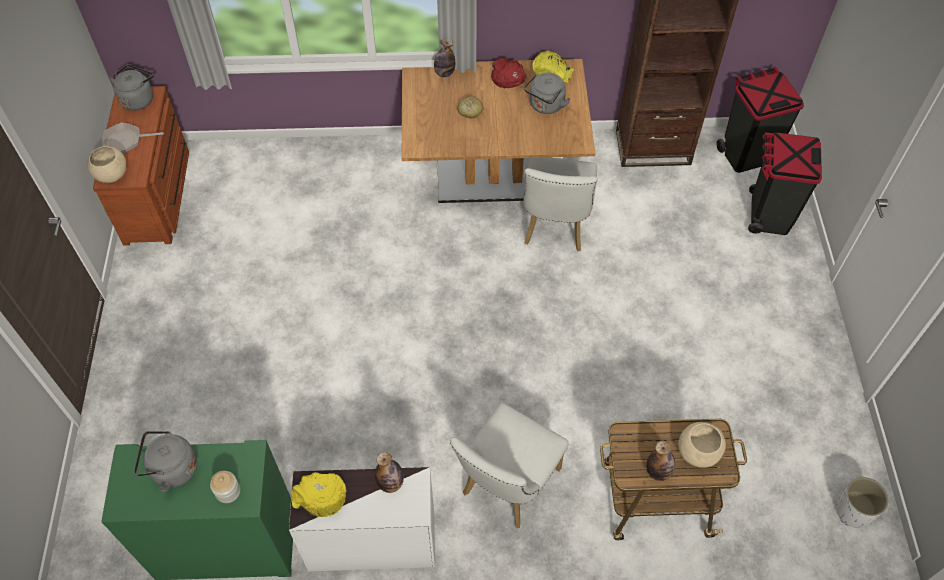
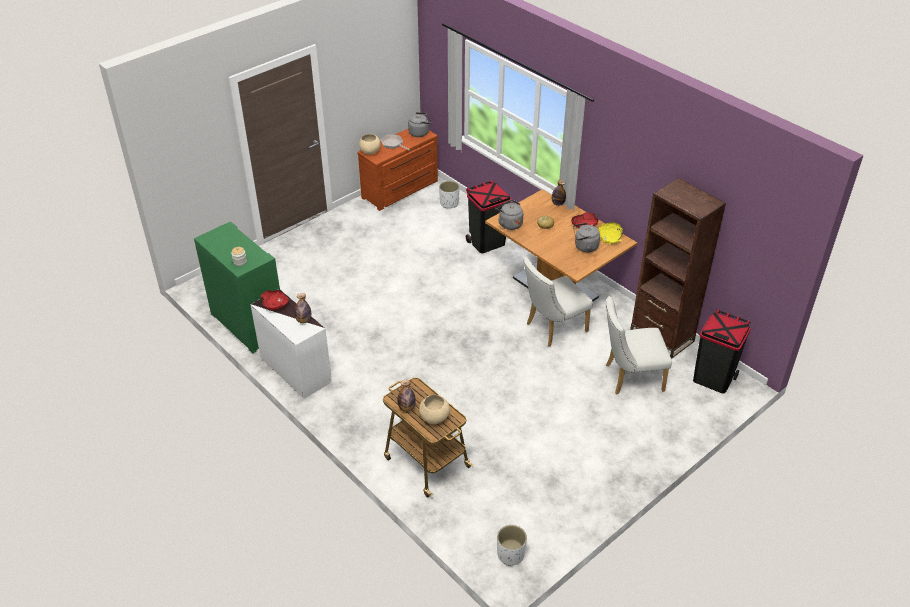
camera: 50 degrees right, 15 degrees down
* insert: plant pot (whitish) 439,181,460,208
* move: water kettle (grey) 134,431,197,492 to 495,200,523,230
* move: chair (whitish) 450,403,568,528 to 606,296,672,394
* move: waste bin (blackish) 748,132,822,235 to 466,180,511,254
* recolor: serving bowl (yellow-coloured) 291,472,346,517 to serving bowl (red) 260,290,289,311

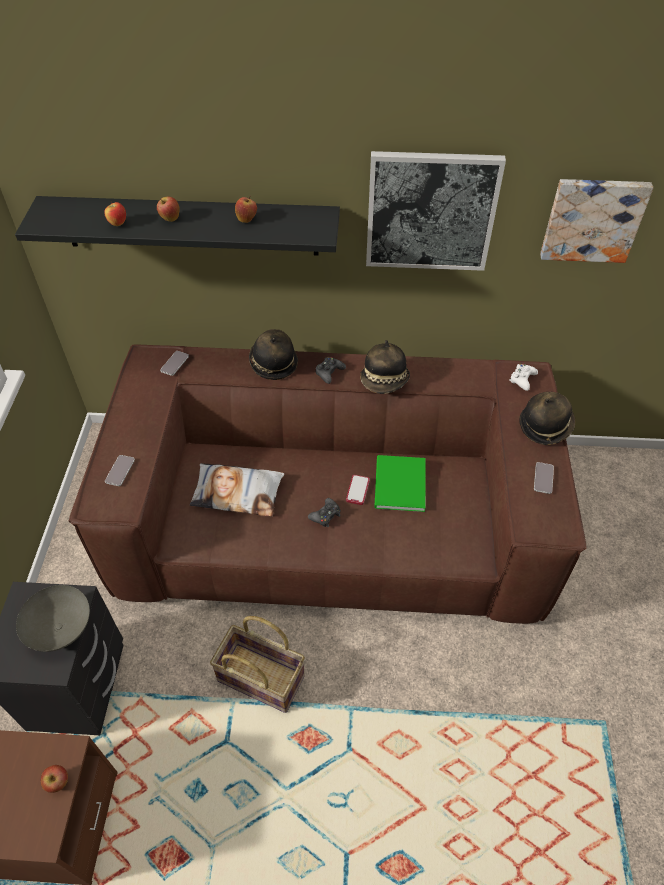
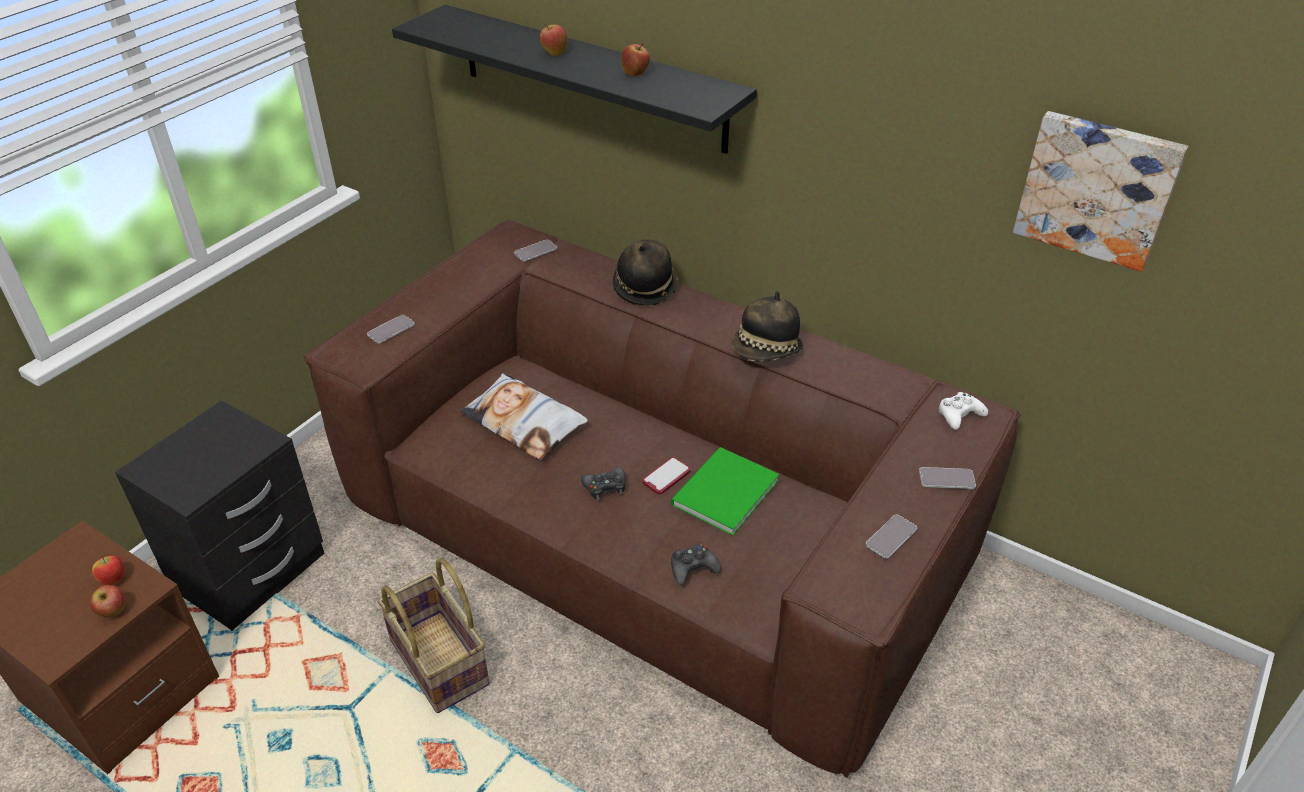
camera: 30 degrees right, 10 degrees down
* delete: serving bowl (grey) 16,585,90,652
* delete: picture 366,151,506,271
* move: apple 104,201,126,226 to 92,555,124,585
* move: gamepad (blackish) 315,357,346,384 to 671,544,721,585
* replace: wearable hat 519,392,575,445 to phone 919,467,976,489

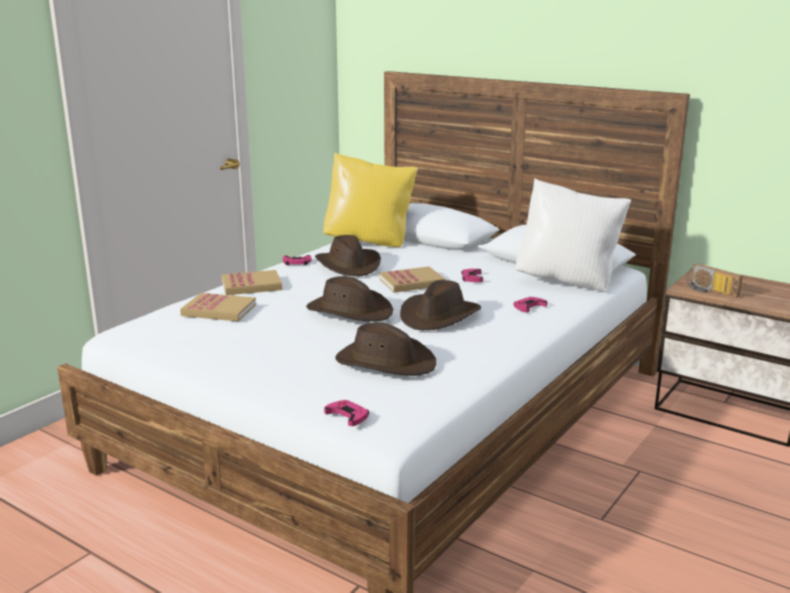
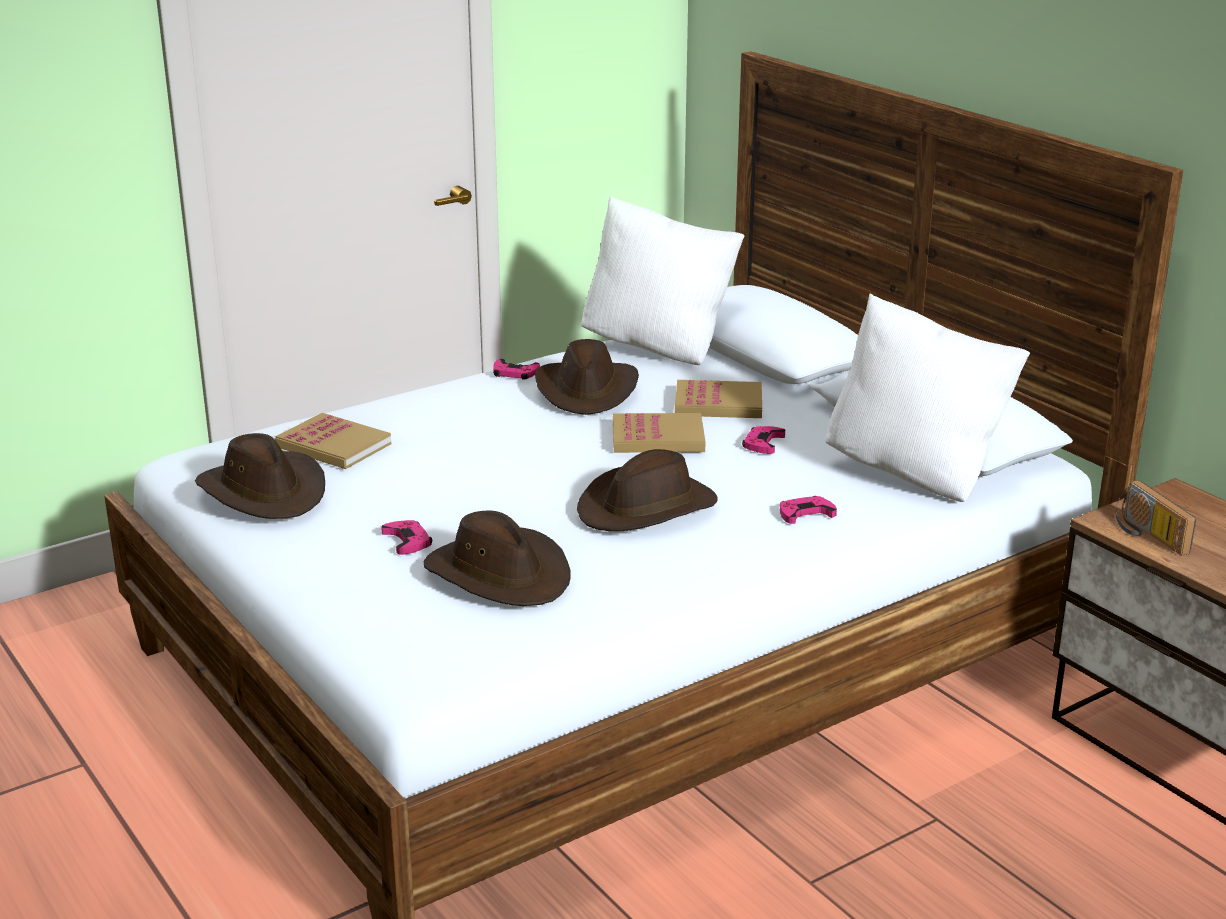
camera: 20 degrees right, 5 degrees up
* move: book 222,270,282,295 to 675,380,762,418
* move: wearable hat (brown) 306,276,394,322 to 195,433,325,519
* move: gamepad (pink-coloured) 324,400,369,426 to 381,520,432,555
* recolor: pillow (yellow-coloured) 323,153,418,247 to pillow (whitish) 581,196,744,365

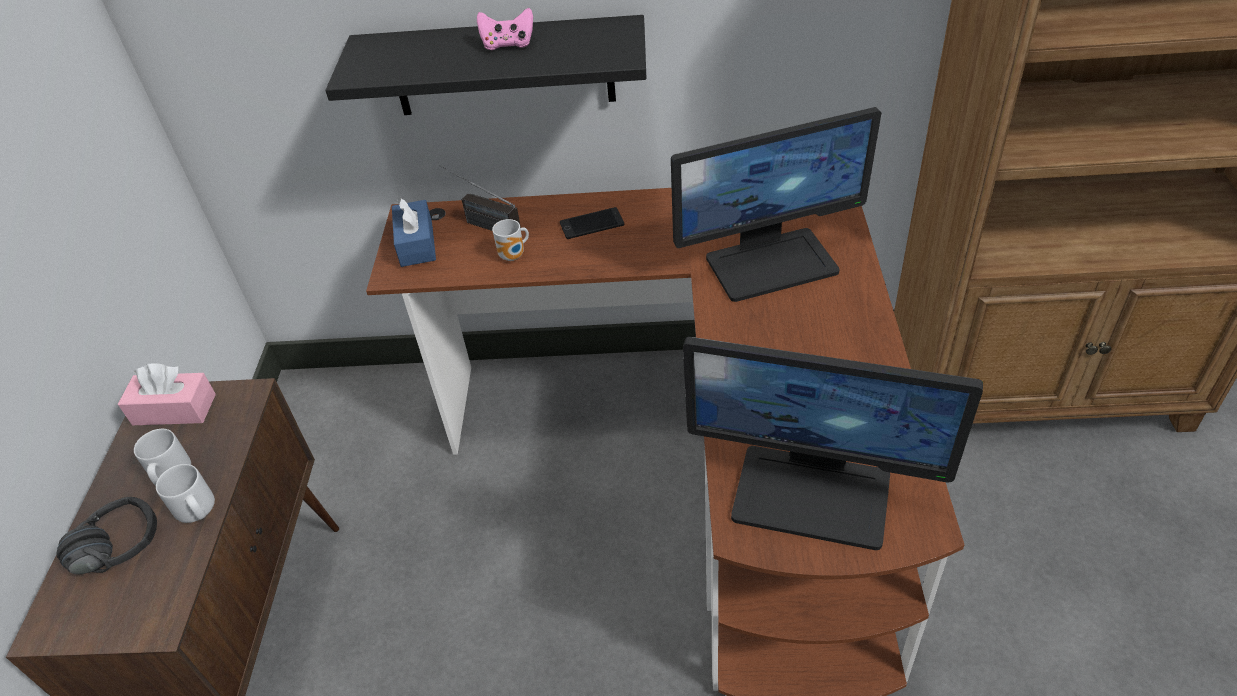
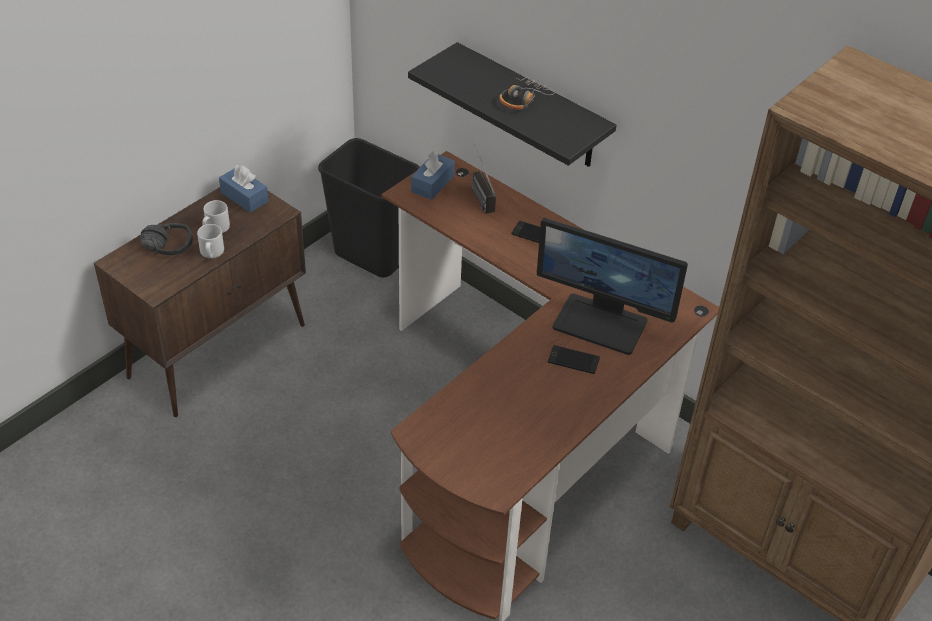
camera: 35 degrees right, 0 degrees up
* delete: tea mug 492,219,529,261
* delete: computer display 683,337,983,550
* insert: waste bin (blackish) 318,138,420,277
* insert: phone 548,345,600,374
* replace: gamepad (pink-coloured) 477,8,533,50 to headset 499,78,555,110
* recolor: tissue holder (pink-coloured) 118,363,216,425 to tissue holder (blue) 219,165,269,213

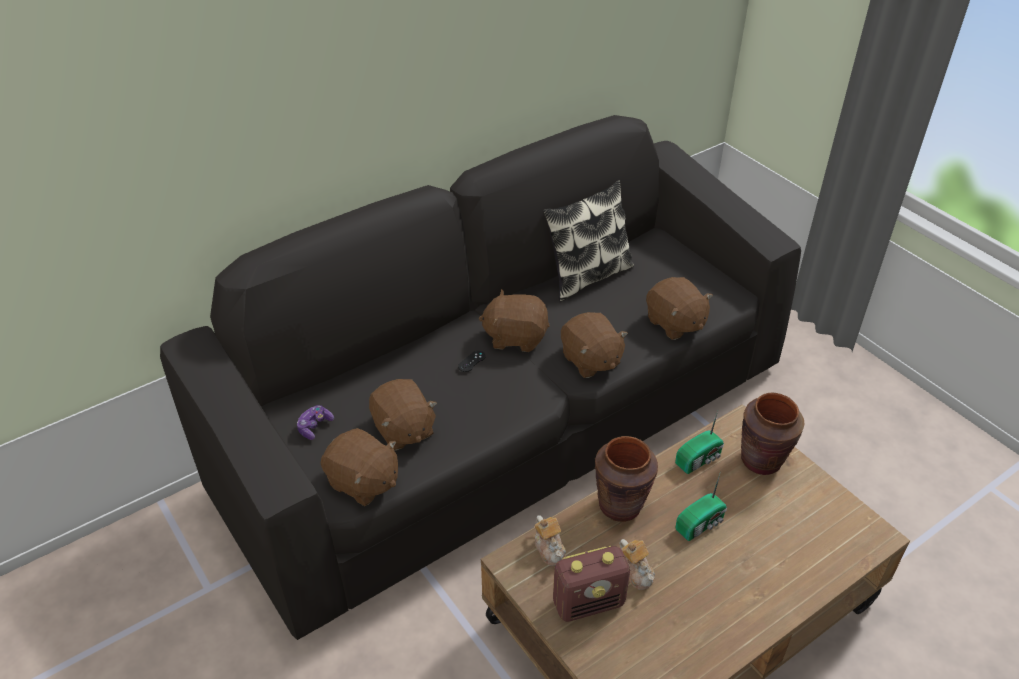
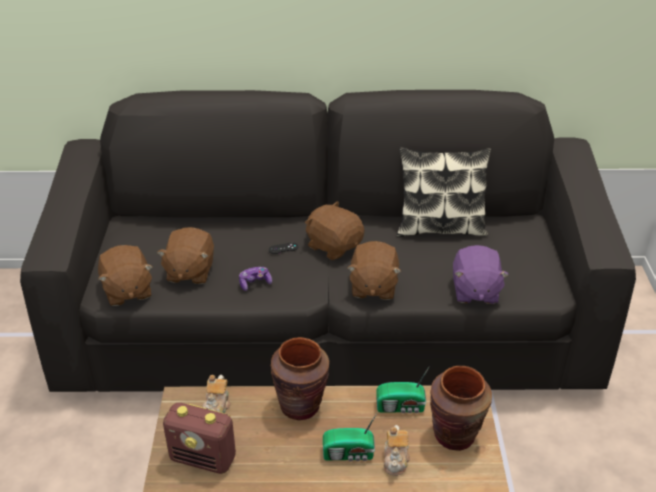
camera: 35 degrees right, 5 degrees down
* move: gamepad 297,405,334,440 to 239,267,272,291
* move: tea pot 619,539,655,590 to 384,425,410,476
* recolor: plush toy (brown) 646,277,713,340 to plush toy (purplish) 453,245,509,304

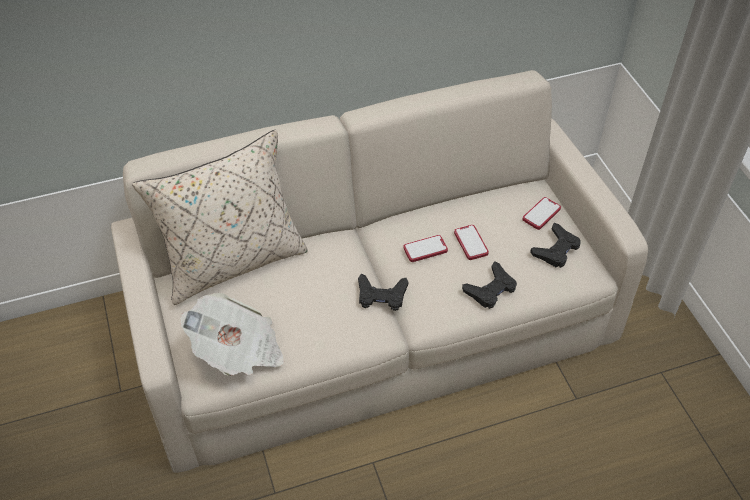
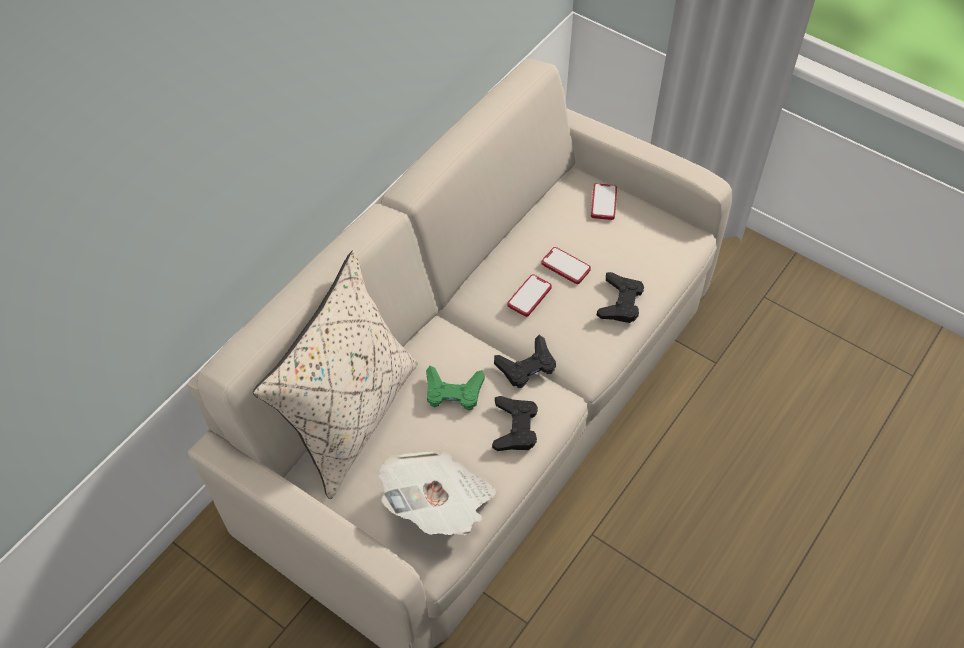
camera: 35 degrees left, 5 degrees up
* insert: gamepad (green-coloured) 426,366,485,411
* move: gamepad (blackish) 530,223,581,268 to 492,396,538,451

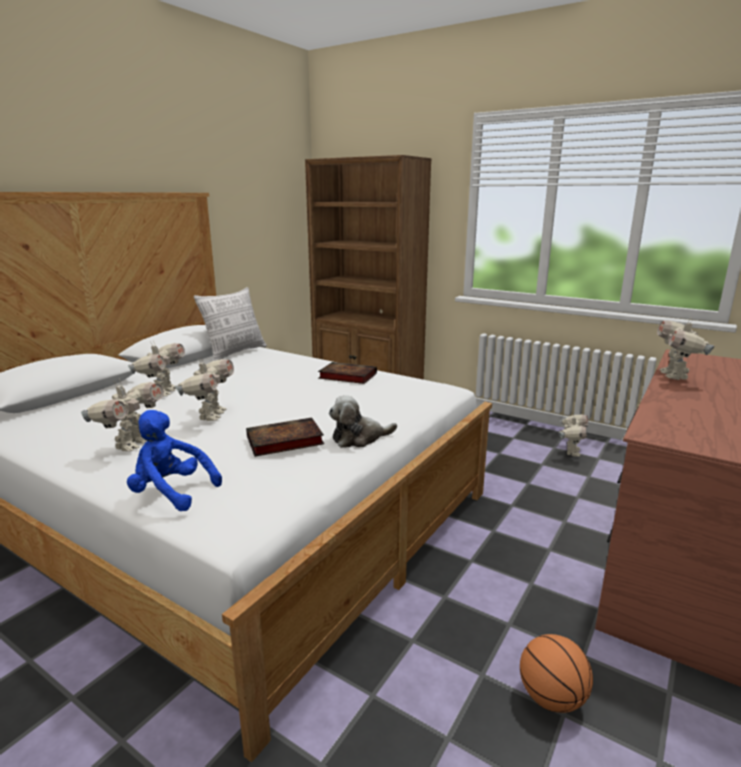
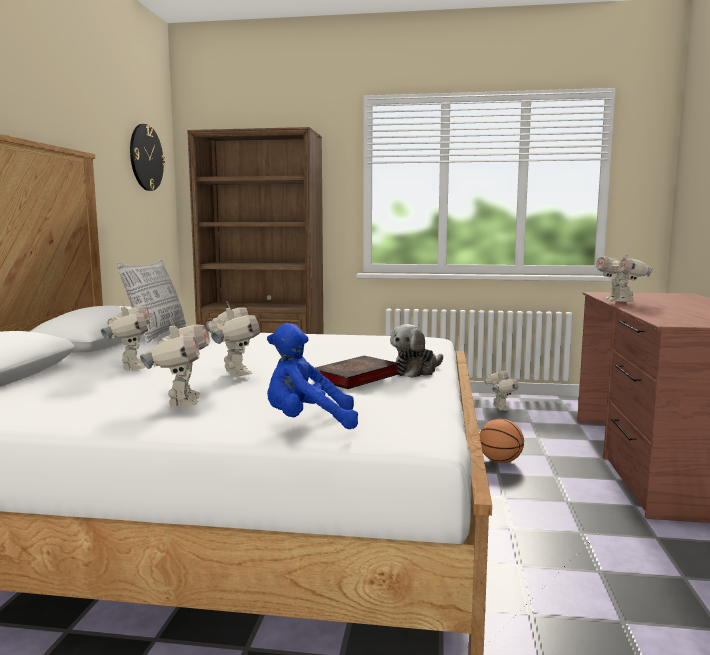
camera: 25 degrees left, 10 degrees down
* delete: book 318,362,377,384
* insert: hanging clock 130,124,166,191
* move: ball for basketball 520,634,593,713 to 479,419,524,463

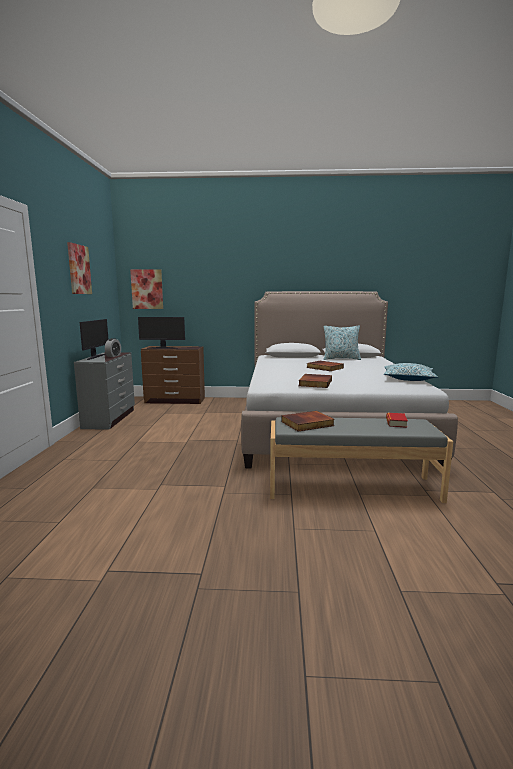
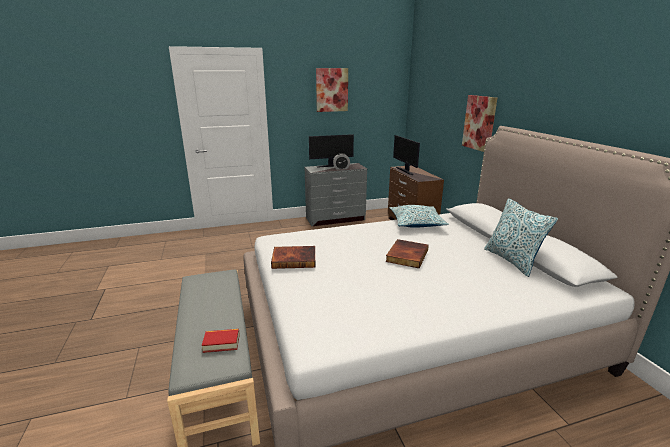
camera: 70 degrees right, 10 degrees up
* delete: book 281,411,335,432
* move: picture 130,270,163,309 to 462,95,497,152
* move: pillow 384,363,438,381 to 390,205,449,228

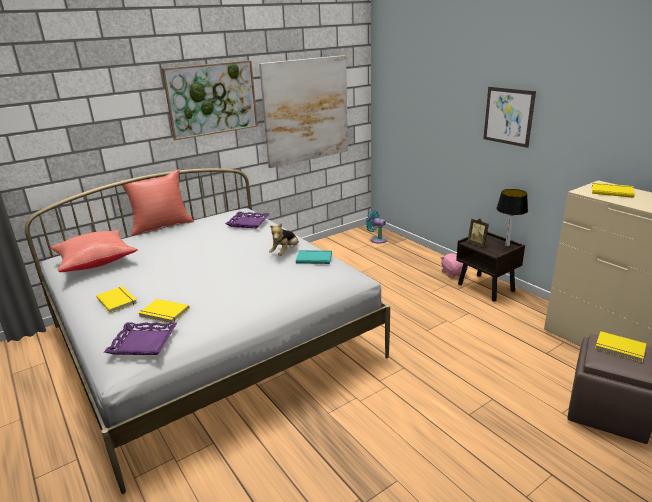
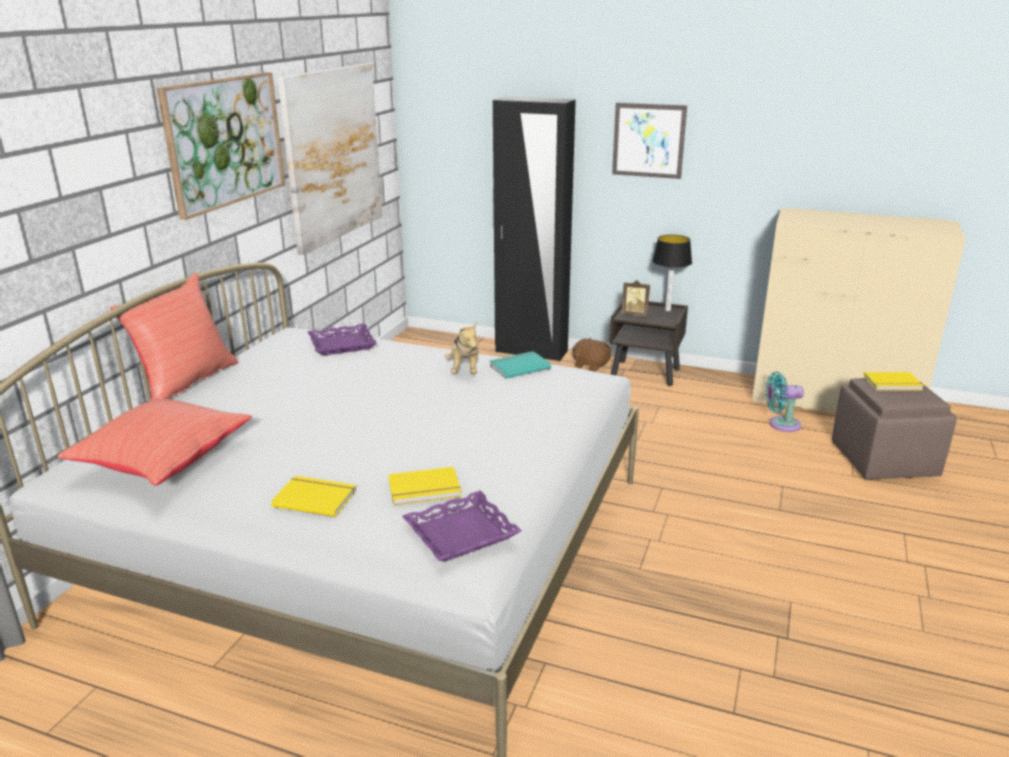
camera: 35 degrees left, 0 degrees up
* delete: book (yellow-coloured) 592,183,635,198
* insert: armoire (blackish) 493,97,576,361
* move: cooling fan (turquoise-coloured) 365,210,387,244 to 766,372,804,432
* recolor: plush toy (pink-coloured) 441,253,468,278 to plush toy (brown) 572,337,611,371

